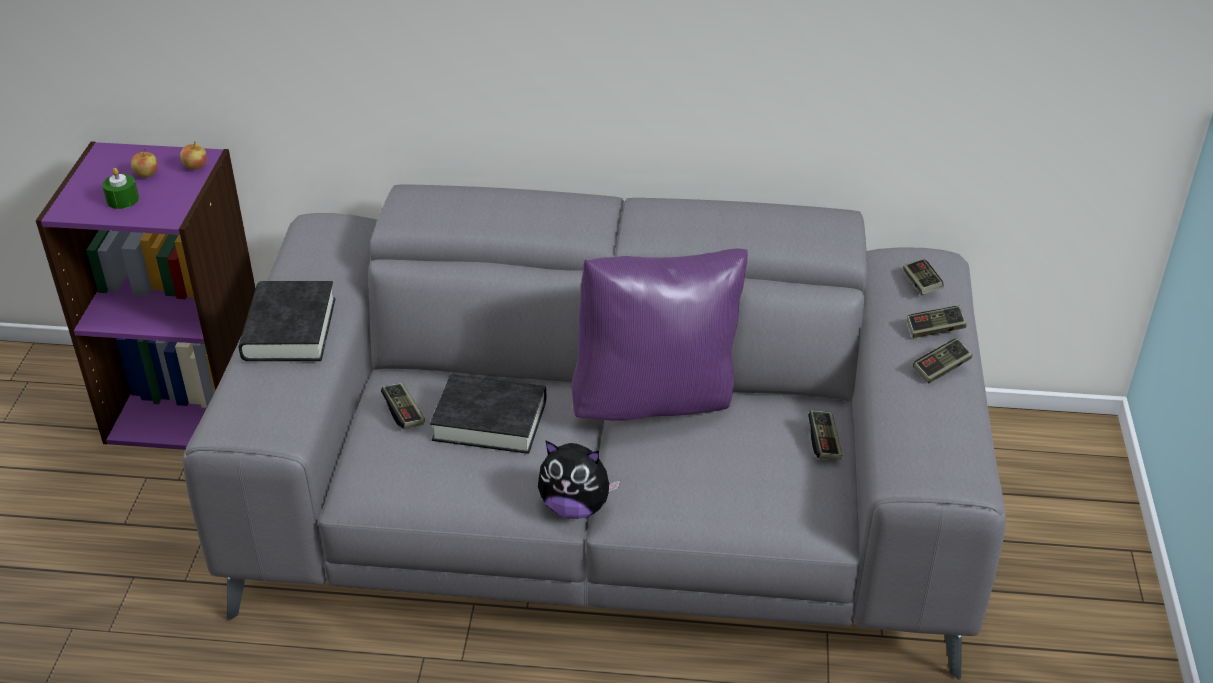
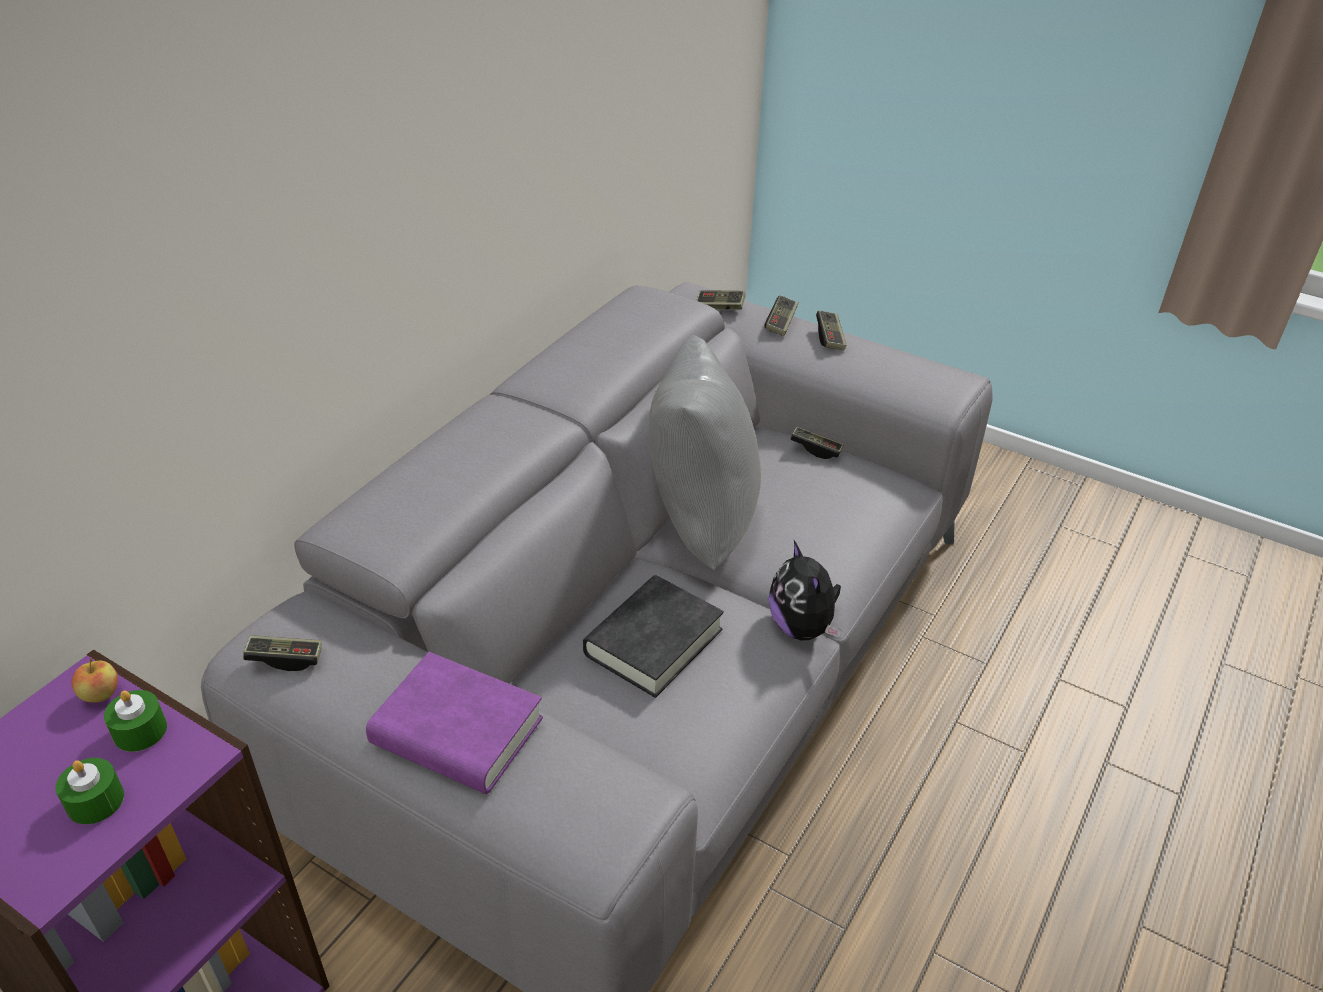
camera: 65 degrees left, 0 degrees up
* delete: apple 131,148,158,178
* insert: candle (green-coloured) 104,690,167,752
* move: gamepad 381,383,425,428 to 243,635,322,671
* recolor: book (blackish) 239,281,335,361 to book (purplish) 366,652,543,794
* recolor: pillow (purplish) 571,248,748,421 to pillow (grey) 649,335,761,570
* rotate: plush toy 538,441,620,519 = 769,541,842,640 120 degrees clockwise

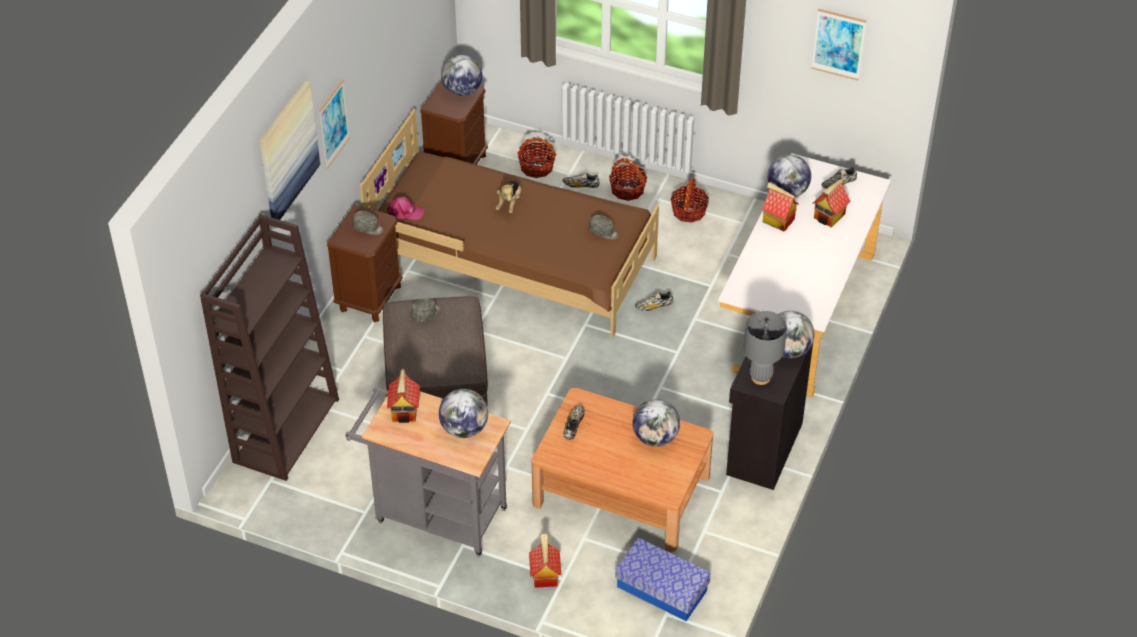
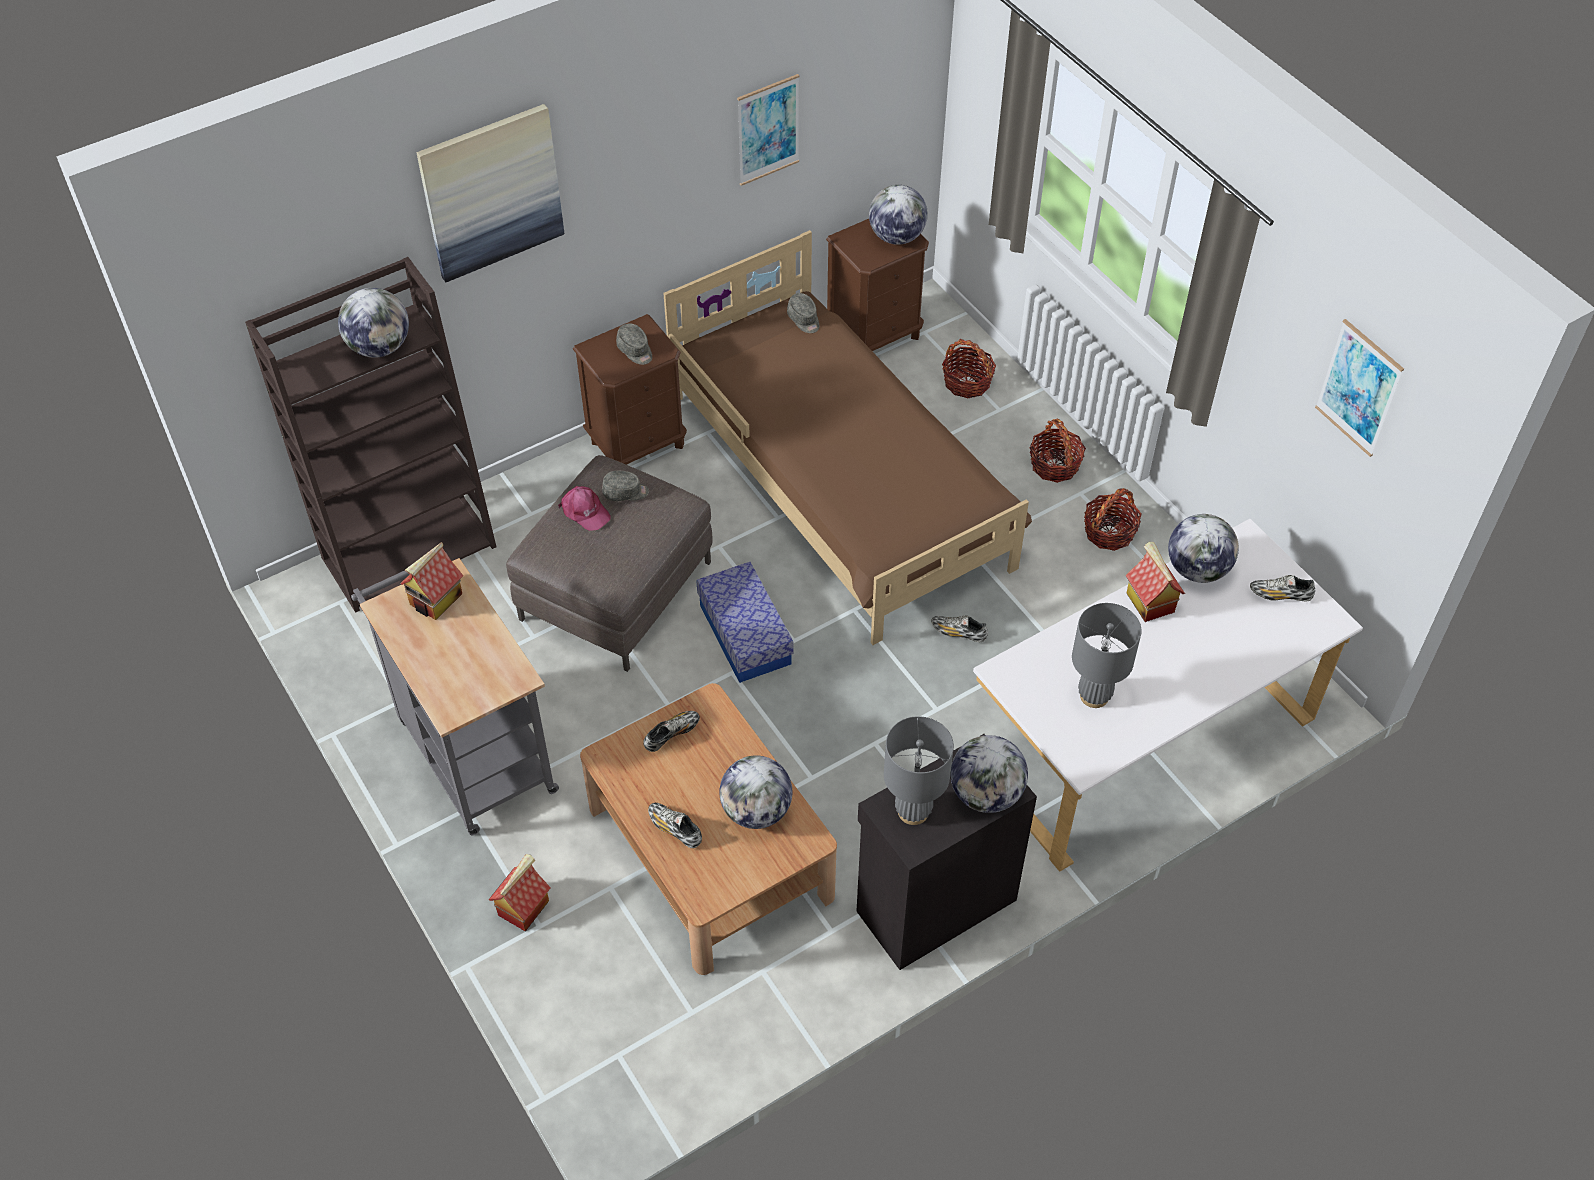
camera: 35 degrees right, 5 degrees up
* delete: plush toy 496,180,521,213
* delete: model house 813,179,851,227
* insert: table lamp (grey) 1072,603,1142,708
* move: picture 319,79,350,169 to 737,74,799,186
* move: peaked cap (pink-coloured) 387,197,424,220 to 558,486,611,531
* move: world globe 439,389,488,438 to 338,288,409,358
* move: shoe 562,172,600,188 to 648,803,702,848
* move: peaked cap (grey) 589,215,619,240 to 787,293,819,333
* move: storage bin 615,538,711,621 to 696,562,794,683

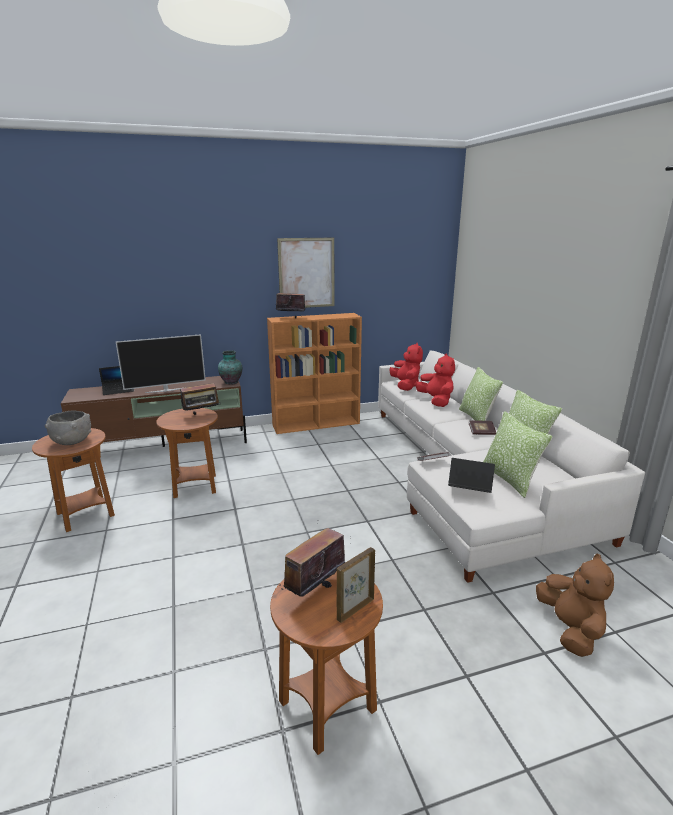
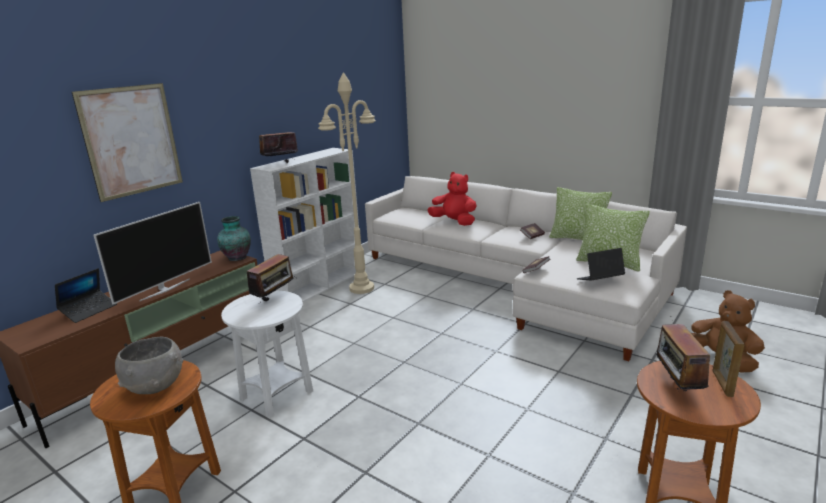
camera: 35 degrees left, 0 degrees up
* delete: plush toy (red) 389,343,423,391
* delete: pillow 459,367,503,421
* insert: standard lamp (beige) 318,72,376,294
* move: picture 277,238,334,308 to 72,83,183,202
* recolor: accent table (brown) 156,408,218,498 to accent table (whitish) 221,291,313,418
* recolor: bookcase (orange-coloured) 267,313,362,434 to bookcase (whitish) 250,148,359,302

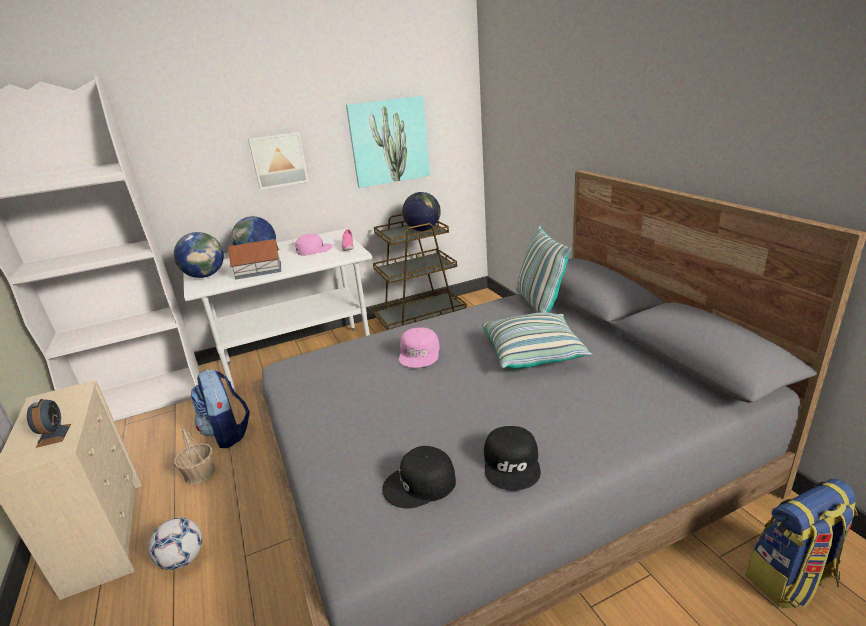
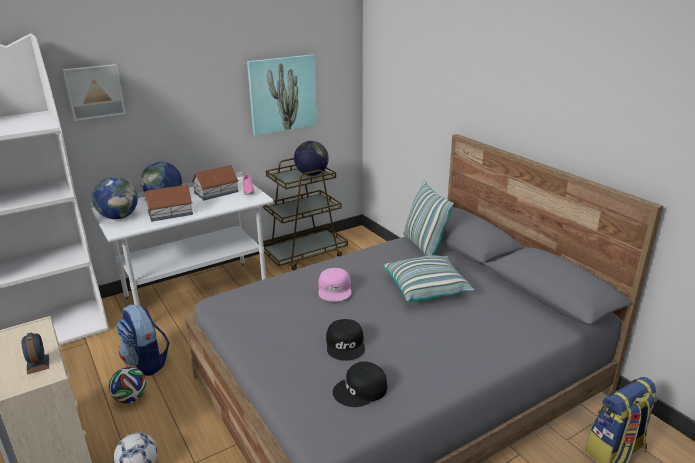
camera: 10 degrees left, 0 degrees up
* move: picture 248,132,309,190 to 62,64,126,121
* move: peaked cap (blackish) 484,426,541,491 to 326,319,365,361
* replace: storage basket 174,429,215,484 to football 109,367,147,404
* replace: peaked cap (pink-coloured) 295,234,333,255 to model house 192,165,239,201

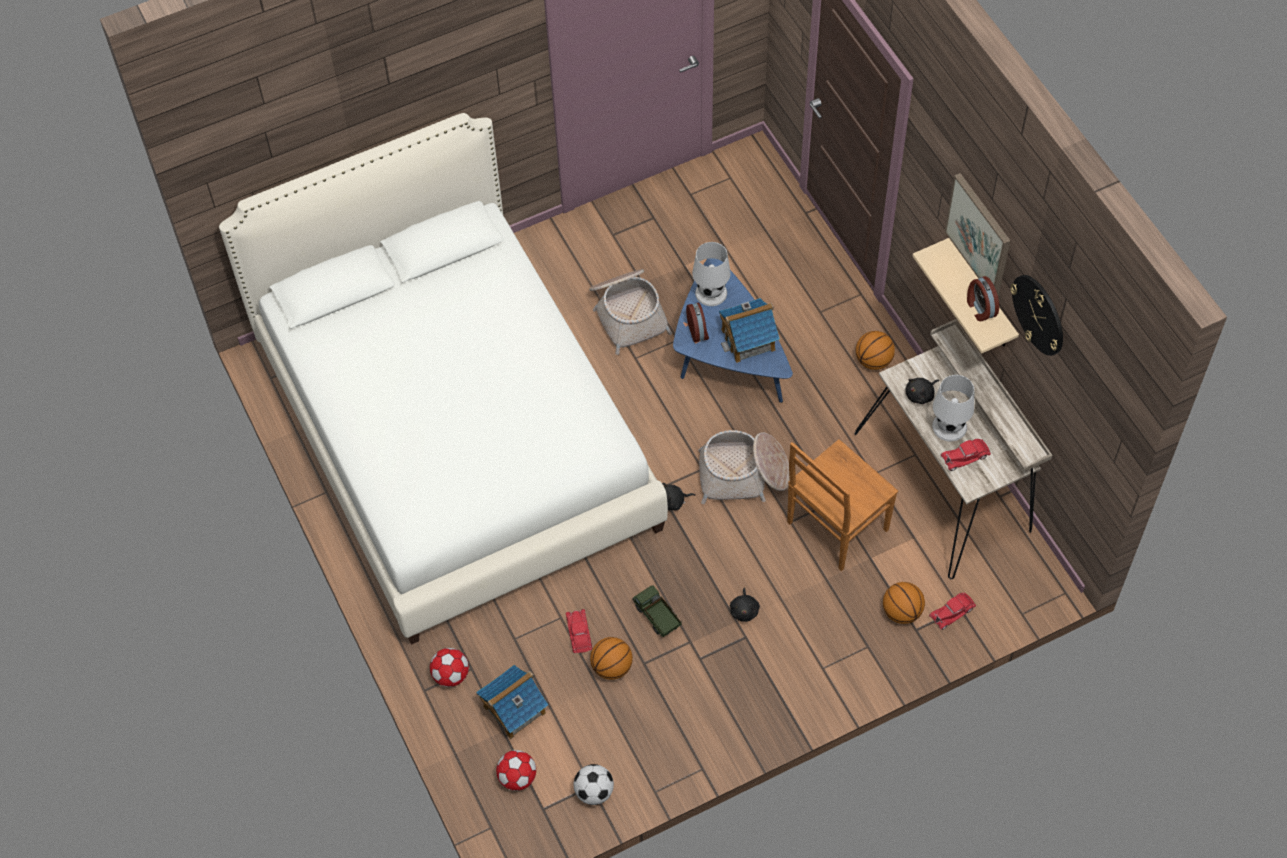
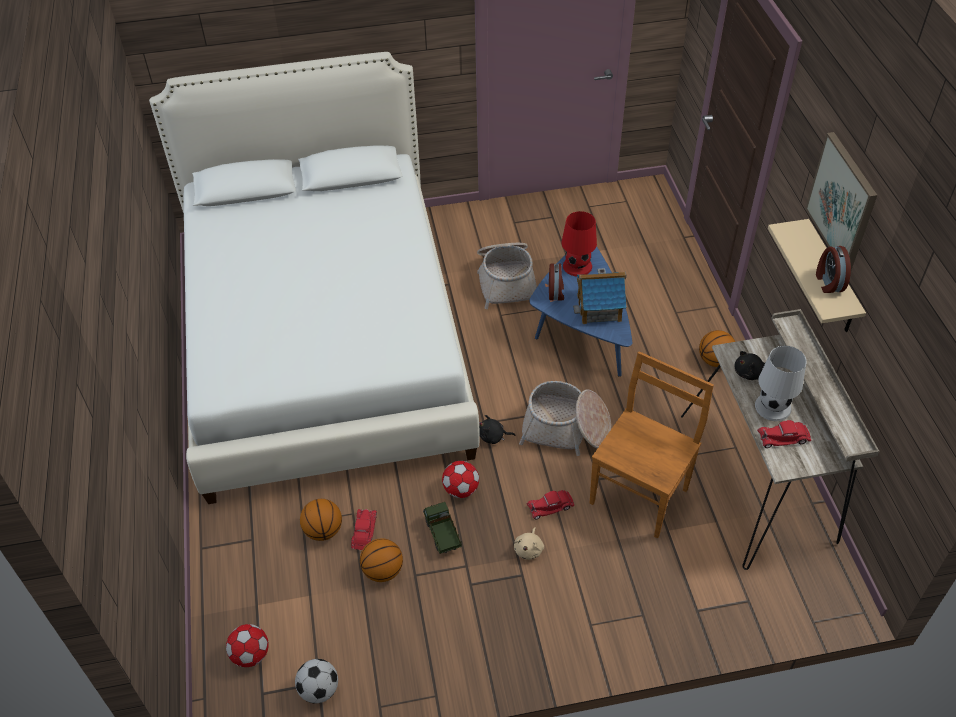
camera: 15 degrees right, 10 degrees down
* delete: model house 476,665,548,739
* delete: hanging clock 1010,275,1063,356
* move: football 430,648,469,687 to 442,461,479,498
* move: ball for basketball 883,582,925,624 to 300,499,342,541
* move: toy car (red) 929,593,976,630 to 527,490,574,519
* recolor: table lamp (whitish) 692,242,731,306 to table lamp (red) 562,211,597,276
* recolor: plush toy (blackish) 730,587,760,622 to plush toy (beige) 514,527,544,560
* rotate: chair (brown) 787,439,898,571 = 590,351,714,538 150 degrees clockwise

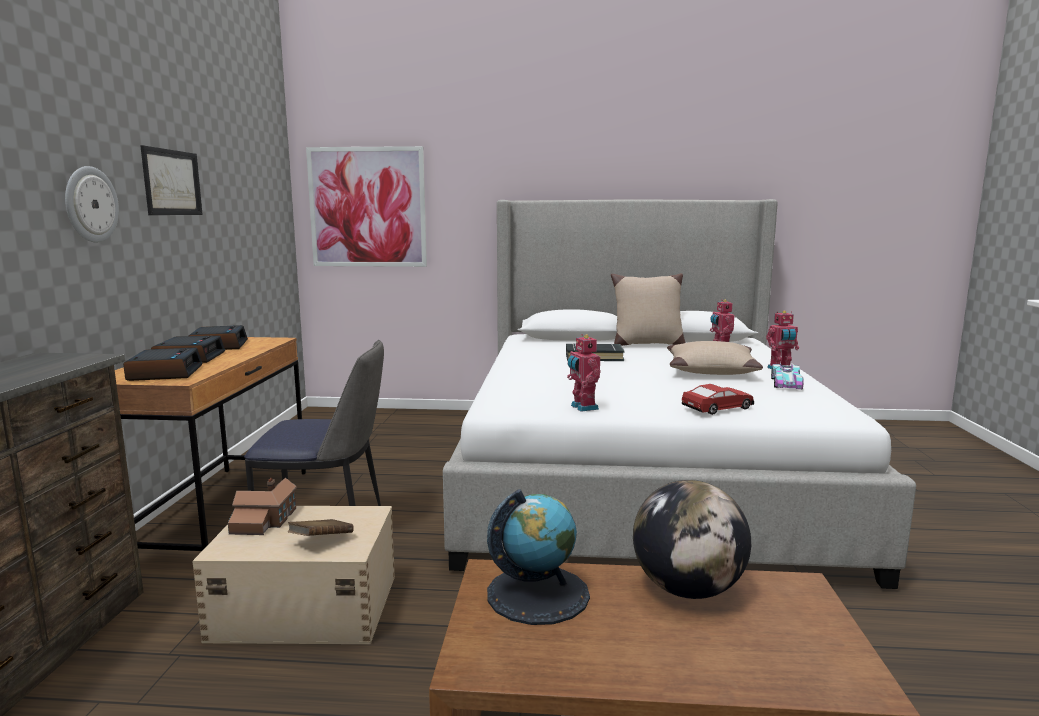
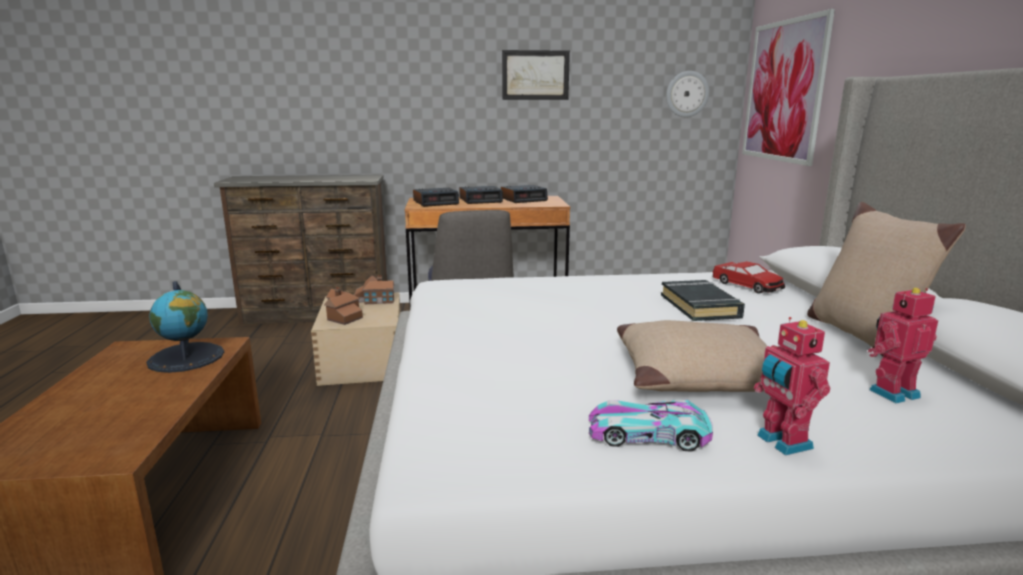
camera: 80 degrees right, 5 degrees up
* delete: toy robot 567,334,600,412
* delete: world globe 633,480,751,599
* move: hanging clock 65,166,119,243 to 666,71,709,117
* move: toy car 682,384,754,415 to 713,261,785,294
* replace: book (brown) 288,519,354,536 to model house 324,287,363,325

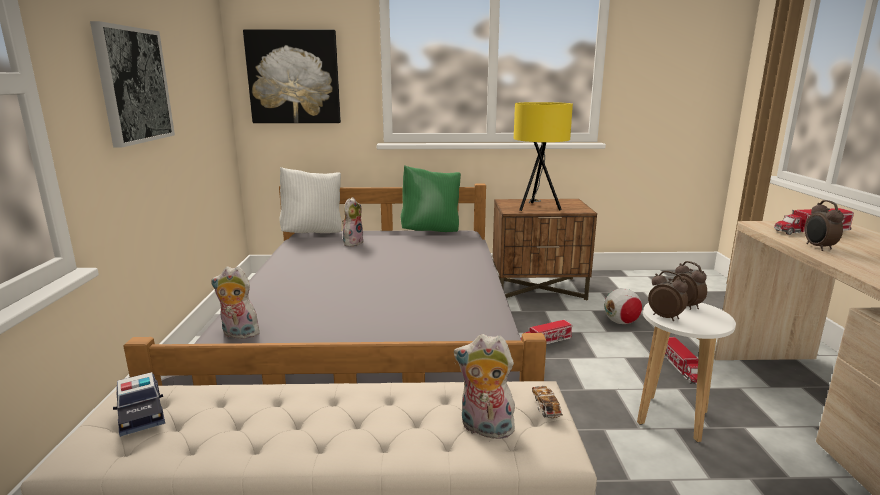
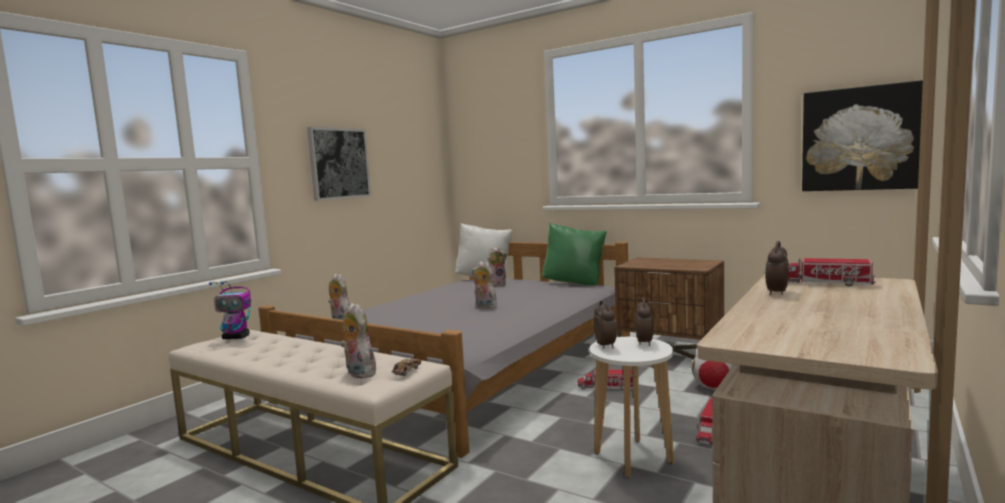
camera: 35 degrees right, 10 degrees down
* delete: table lamp (yellow-coloured) 514,102,573,211
* insert: plush toy 472,261,497,309
* move: picture 243,29,341,123 to 802,80,923,191
* replace: toy car 113,372,165,437 to toy robot 209,281,251,339

